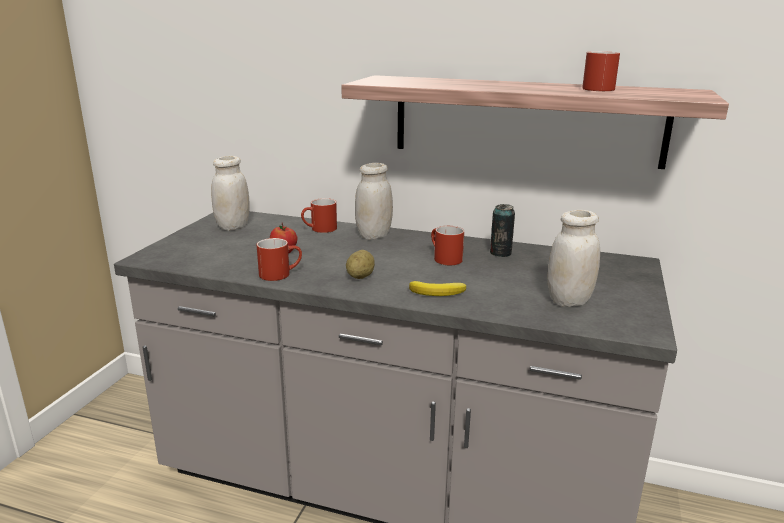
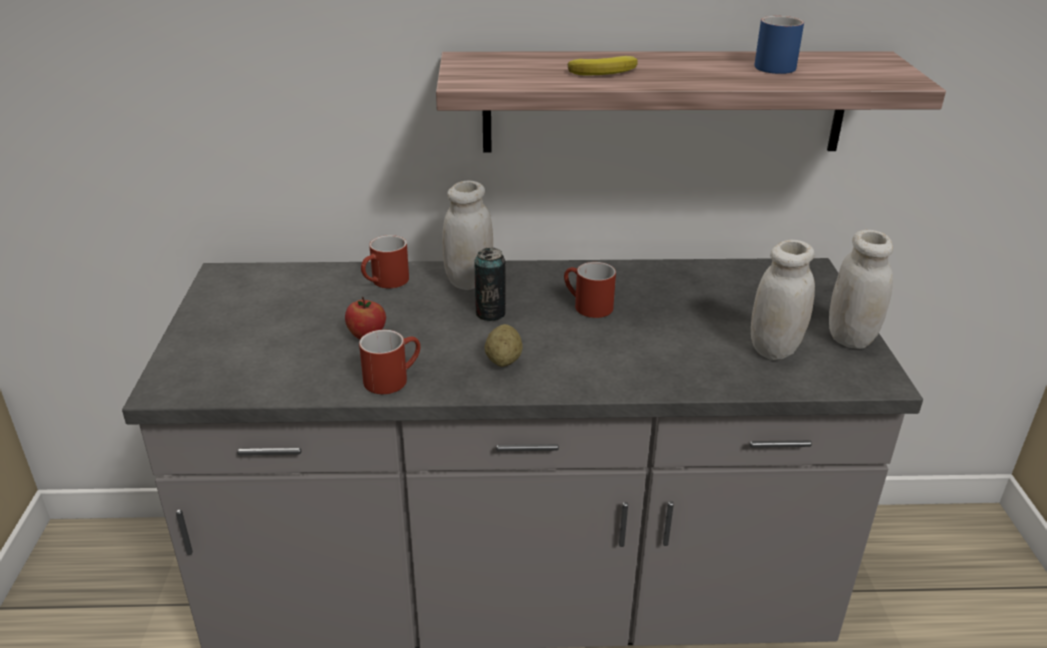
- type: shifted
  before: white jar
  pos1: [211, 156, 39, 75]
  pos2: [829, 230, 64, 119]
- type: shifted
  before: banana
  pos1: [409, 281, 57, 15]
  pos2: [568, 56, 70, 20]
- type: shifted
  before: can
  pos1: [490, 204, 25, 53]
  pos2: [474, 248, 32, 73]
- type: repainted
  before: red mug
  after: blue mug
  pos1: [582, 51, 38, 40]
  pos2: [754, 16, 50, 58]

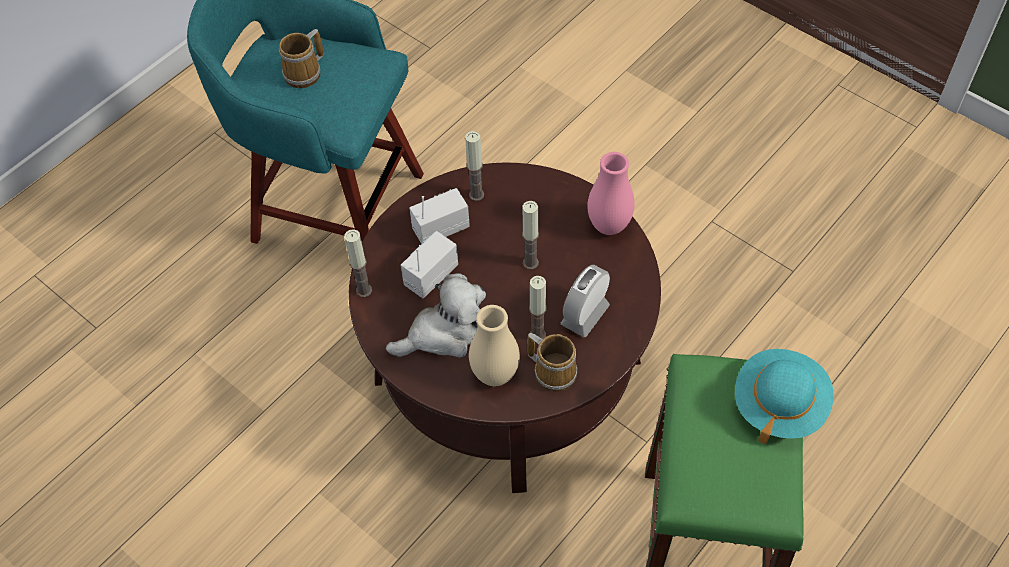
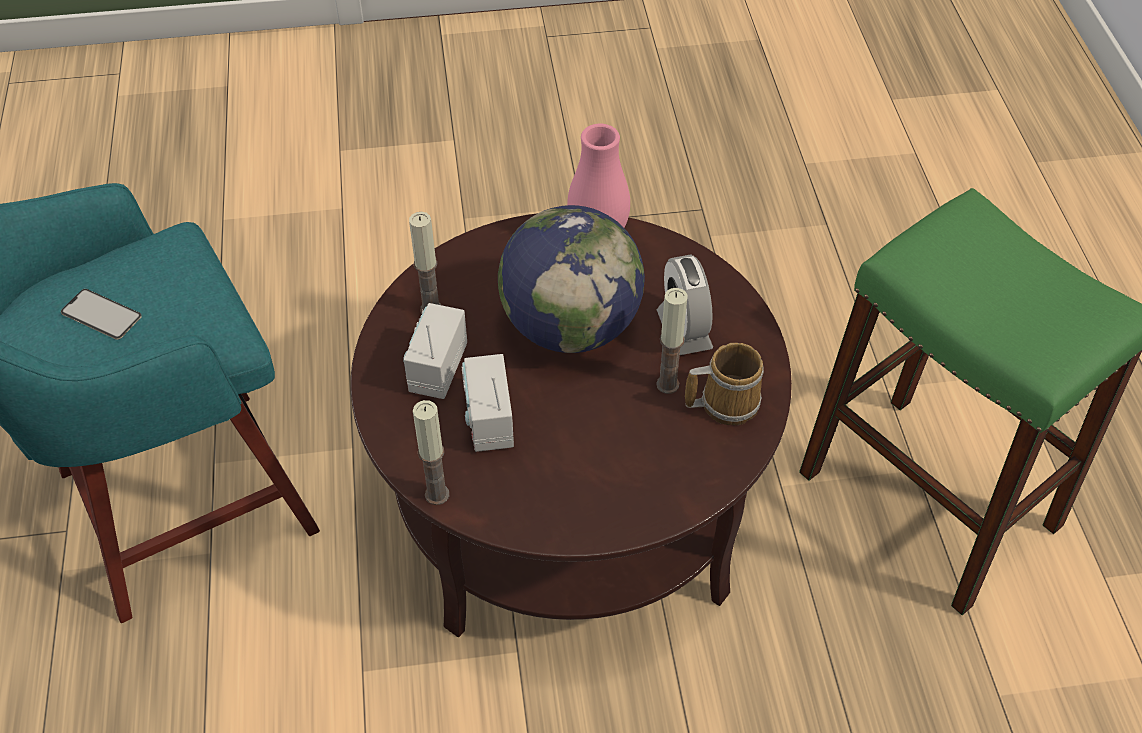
- type: gone
  before: plush toy
  pos1: [386, 273, 100, 85]
- type: gone
  before: beige vase
  pos1: [469, 305, 51, 81]
- type: gone
  before: turquoise hat
  pos1: [735, 349, 99, 95]
- type: swapped
  before: mug
  after: phone
  pos1: [279, 29, 44, 59]
  pos2: [61, 289, 81, 51]
- type: swapped
  before: candle
  after: globe
  pos1: [522, 201, 17, 68]
  pos2: [498, 205, 147, 148]

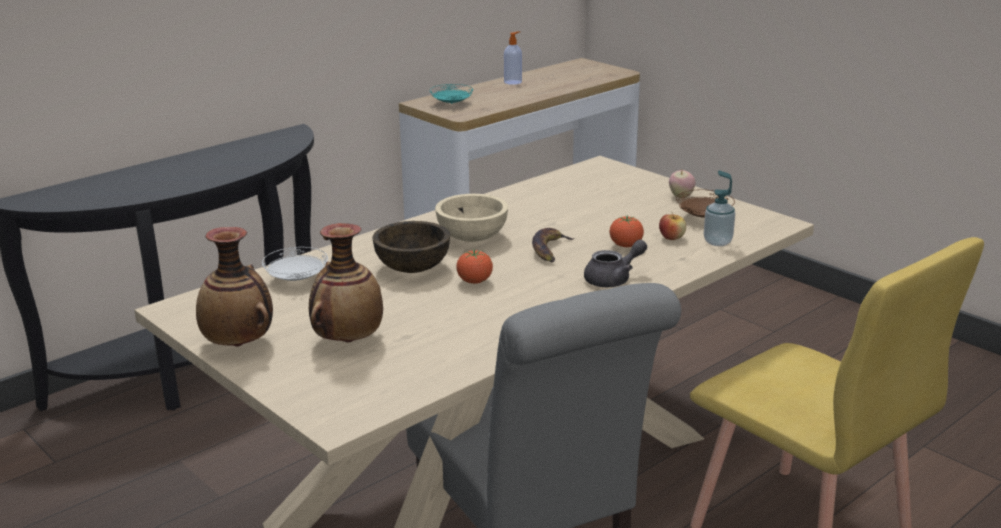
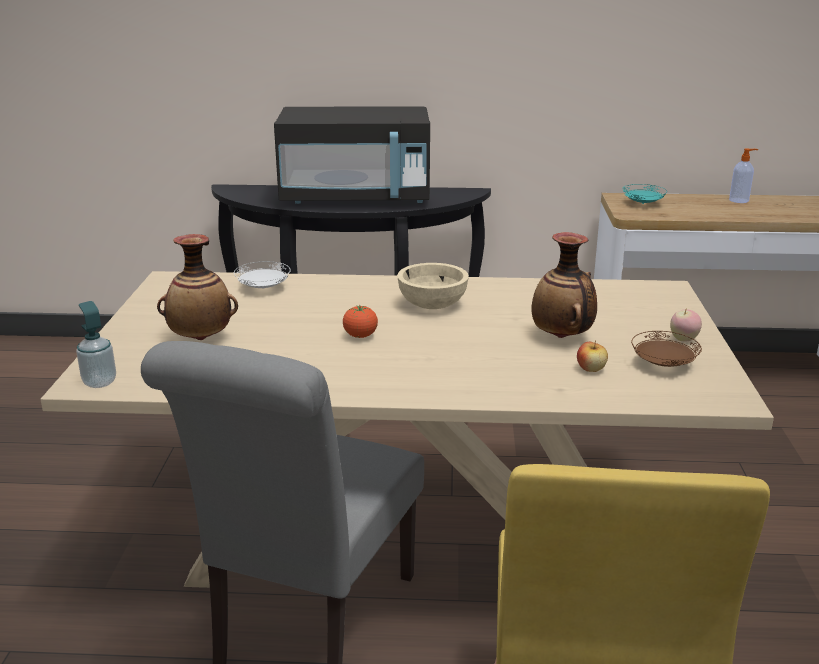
- type: gone
  before: brown bowl
  pos1: [372, 221, 78, 52]
- type: gone
  before: banana
  pos1: [532, 228, 42, 34]
- type: gone
  before: grey teapot
  pos1: [584, 239, 63, 48]
- type: gone
  before: tomato
  pos1: [610, 215, 34, 32]
- type: new
  after: black microwave
  pos2: [274, 106, 156, 98]
- type: shifted
  before: vase
  pos1: [196, 227, 77, 120]
  pos2: [531, 232, 66, 106]
- type: shifted
  before: soap dispenser
  pos1: [704, 171, 31, 75]
  pos2: [76, 301, 40, 87]

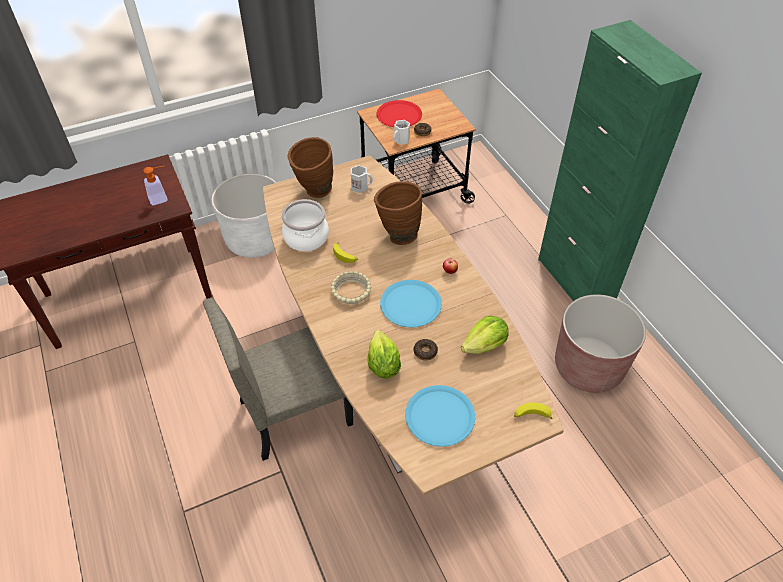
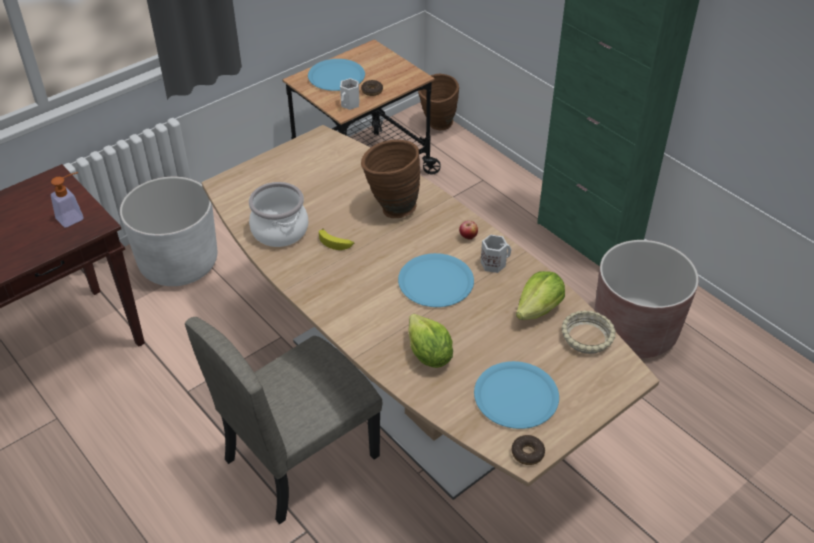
- type: gone
  before: banana
  pos1: [514, 402, 38, 17]
- type: shifted
  before: brown vase
  pos1: [288, 137, 45, 61]
  pos2: [418, 74, 41, 56]
- type: shifted
  before: beige bowl
  pos1: [331, 271, 40, 33]
  pos2: [561, 310, 55, 44]
- type: shifted
  before: white mug
  pos1: [351, 165, 22, 28]
  pos2: [481, 234, 31, 39]
- type: shifted
  before: donut
  pos1: [413, 339, 25, 22]
  pos2: [512, 435, 33, 30]
- type: repainted
  before: red plate
  after: blue plate
  pos1: [376, 100, 46, 27]
  pos2: [308, 59, 57, 32]

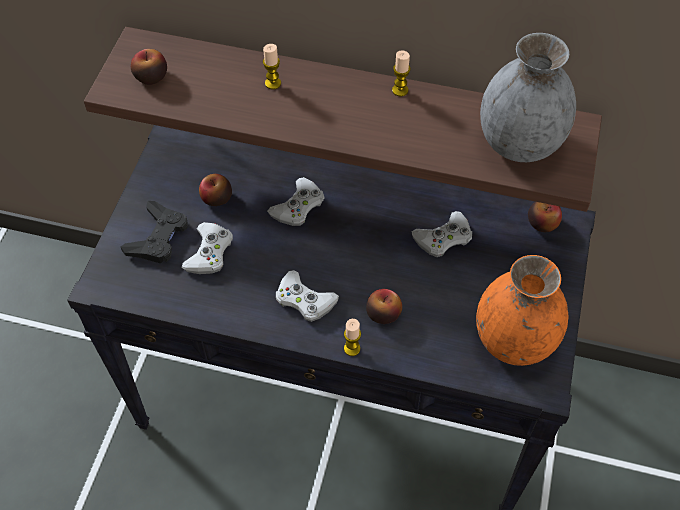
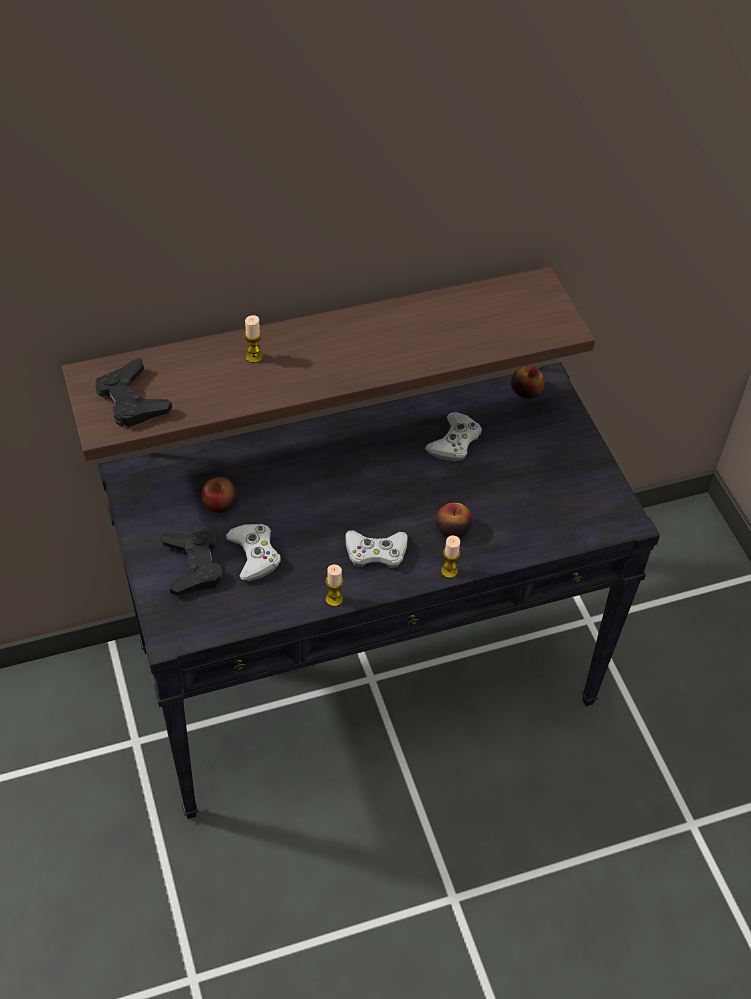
- type: gone
  before: white game controller
  pos1: [267, 177, 58, 49]
- type: gone
  before: orange vase
  pos1: [476, 255, 92, 111]
- type: gone
  before: grey vase
  pos1: [480, 33, 96, 129]
- type: shifted
  before: candle
  pos1: [392, 50, 19, 47]
  pos2: [326, 565, 18, 42]
- type: swapped
  before: apple
  after: black game controller
  pos1: [131, 49, 36, 36]
  pos2: [95, 358, 77, 69]

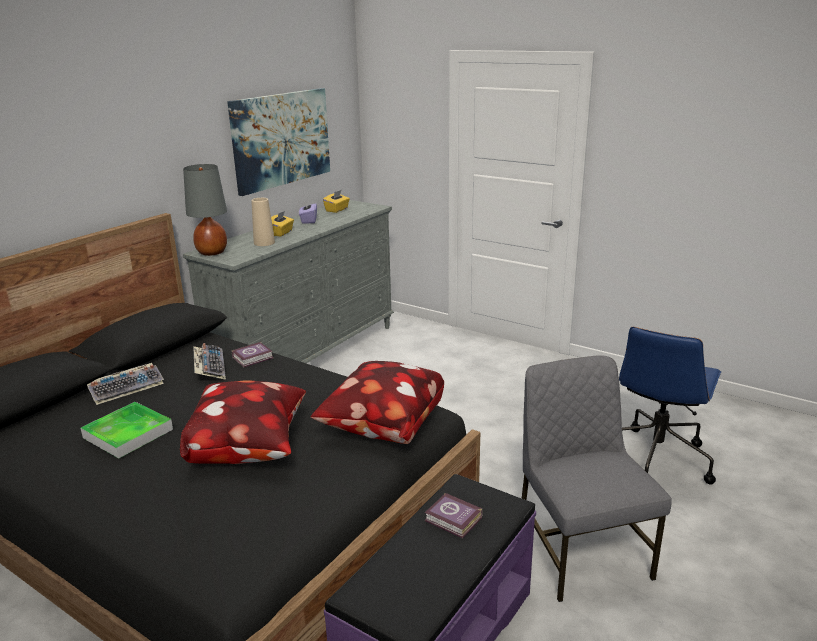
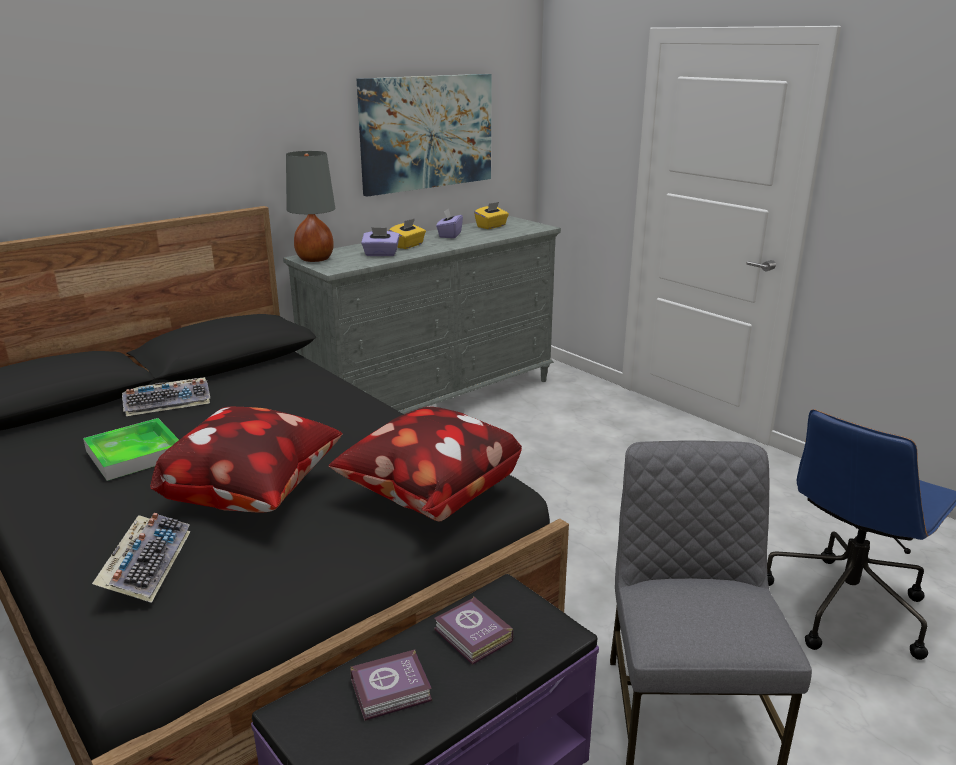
- type: shifted
  before: keyboard
  pos1: [193, 343, 33, 37]
  pos2: [92, 513, 99, 90]
- type: shifted
  before: book
  pos1: [232, 342, 42, 25]
  pos2: [350, 649, 82, 72]
- type: swapped
  before: beige vase
  after: purple tissue box
  pos1: [251, 198, 24, 48]
  pos2: [361, 227, 39, 29]

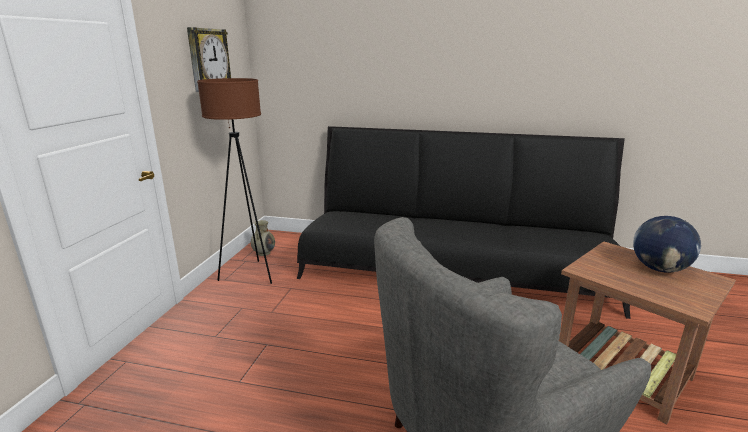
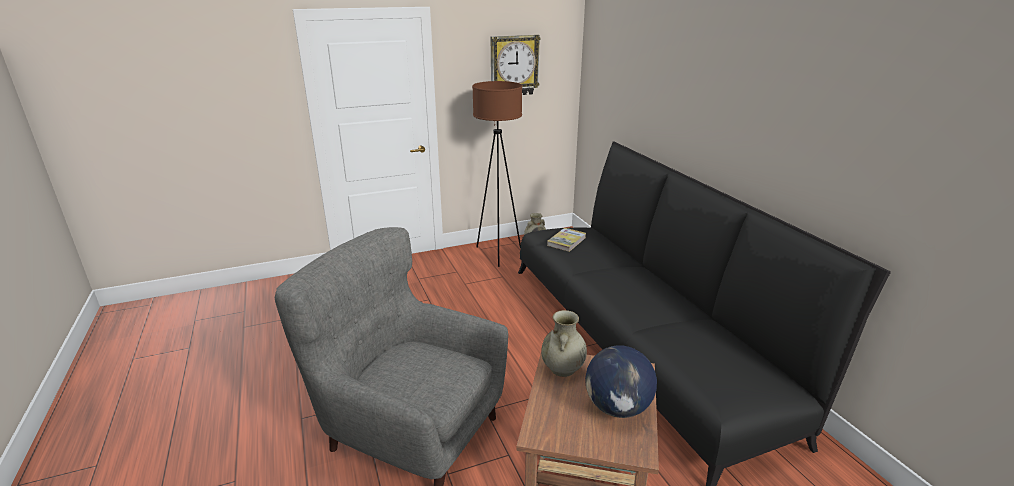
- type: new
  after: beige vase
  pos2: [541, 310, 46, 67]
- type: new
  after: book
  pos2: [547, 228, 39, 24]

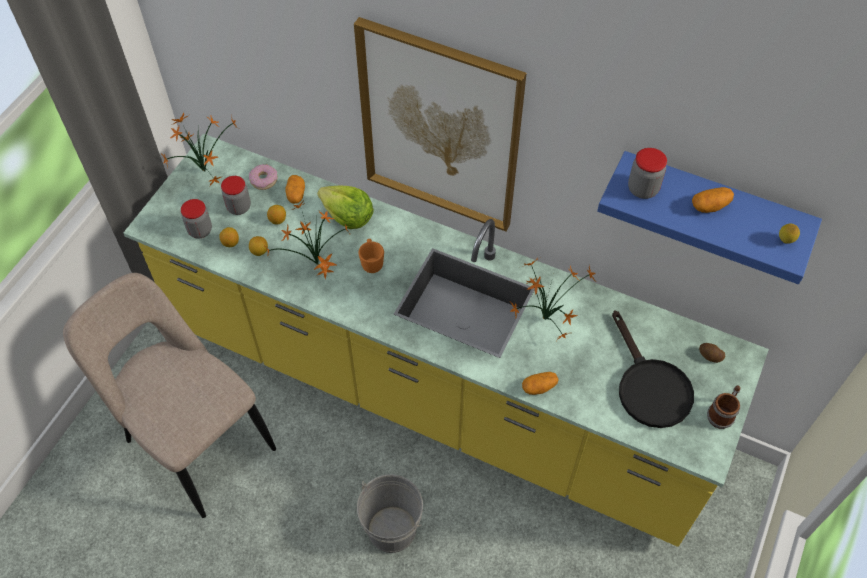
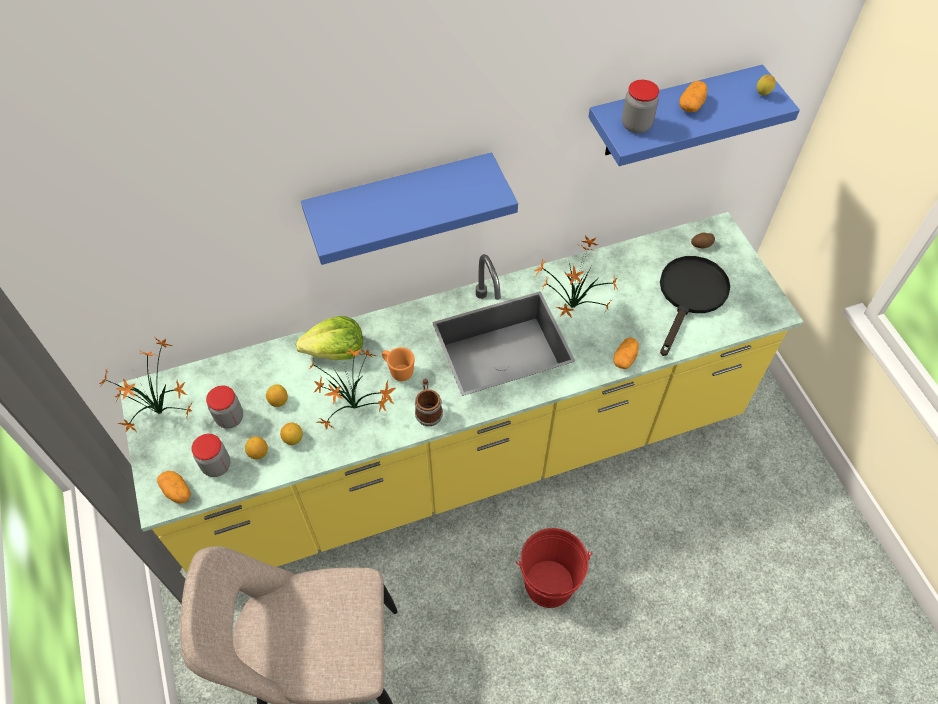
- type: gone
  before: donut
  pos1: [249, 164, 29, 26]
- type: shifted
  before: potato
  pos1: [285, 175, 20, 29]
  pos2: [157, 471, 34, 33]
- type: shifted
  before: mug
  pos1: [707, 385, 34, 44]
  pos2: [415, 379, 28, 47]
- type: swapped
  before: picture
  after: blue shelf
  pos1: [354, 17, 173, 215]
  pos2: [301, 152, 217, 113]
- type: repainted
  before: grey bucket
  after: red bucket
  pos1: [357, 474, 66, 79]
  pos2: [516, 528, 76, 80]
- type: rotated
  before: black frying pan
  pos1: [612, 310, 82, 118]
  pos2: [660, 256, 70, 100]
  turn: -90

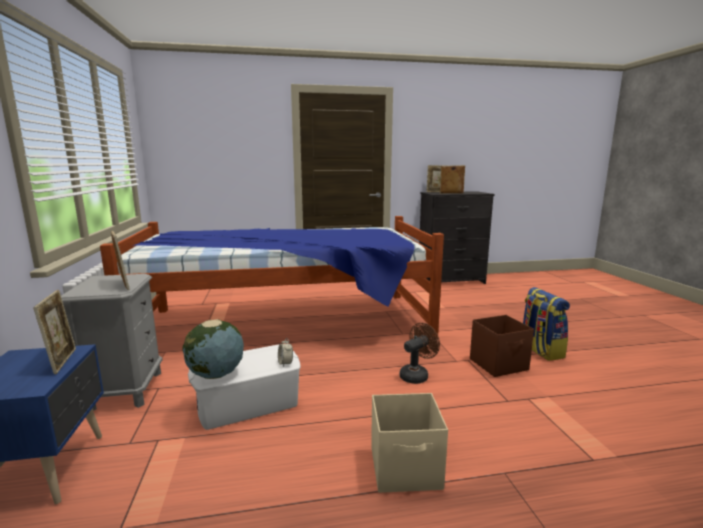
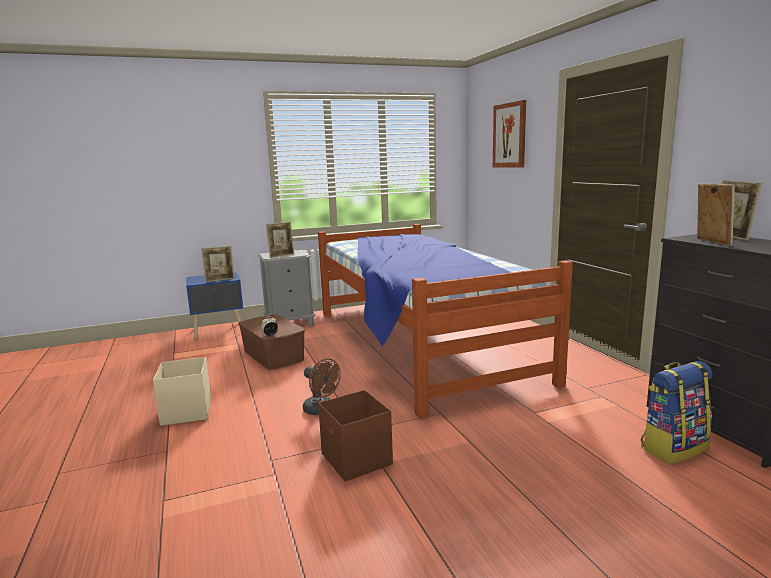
- type: gone
  before: globe
  pos1: [182, 319, 62, 60]
- type: new
  after: picture
  pos2: [493, 100, 33, 68]
- type: shifted
  before: backpack
  pos1: [523, 287, 47, 74]
  pos2: [641, 361, 72, 103]
- type: repainted
  before: white storage box
  after: brown storage box
  pos1: [188, 344, 112, 86]
  pos2: [238, 315, 67, 55]

